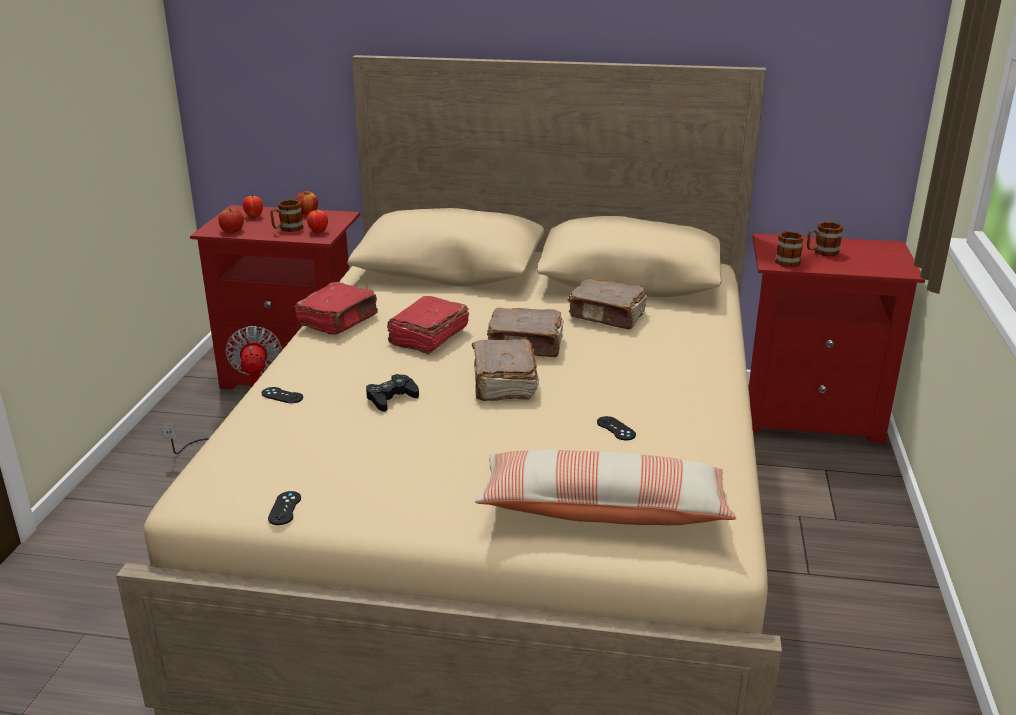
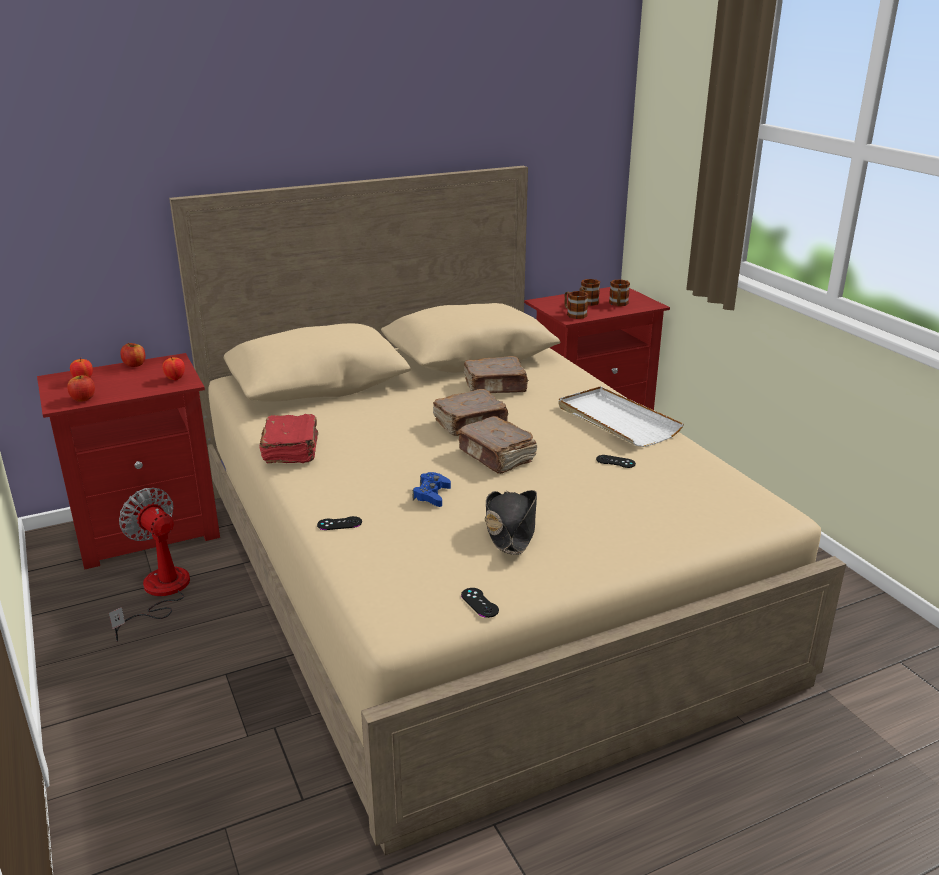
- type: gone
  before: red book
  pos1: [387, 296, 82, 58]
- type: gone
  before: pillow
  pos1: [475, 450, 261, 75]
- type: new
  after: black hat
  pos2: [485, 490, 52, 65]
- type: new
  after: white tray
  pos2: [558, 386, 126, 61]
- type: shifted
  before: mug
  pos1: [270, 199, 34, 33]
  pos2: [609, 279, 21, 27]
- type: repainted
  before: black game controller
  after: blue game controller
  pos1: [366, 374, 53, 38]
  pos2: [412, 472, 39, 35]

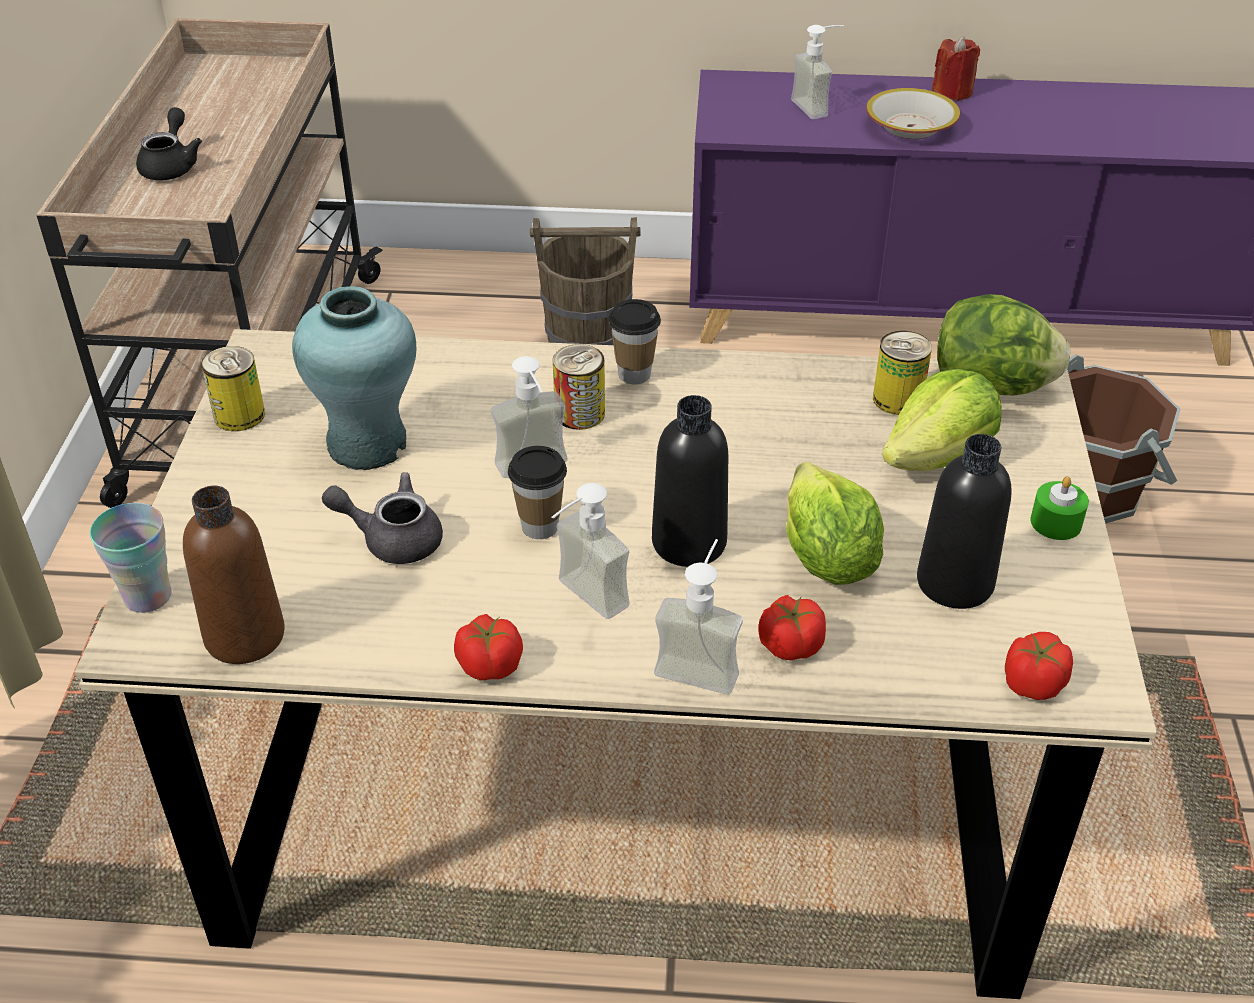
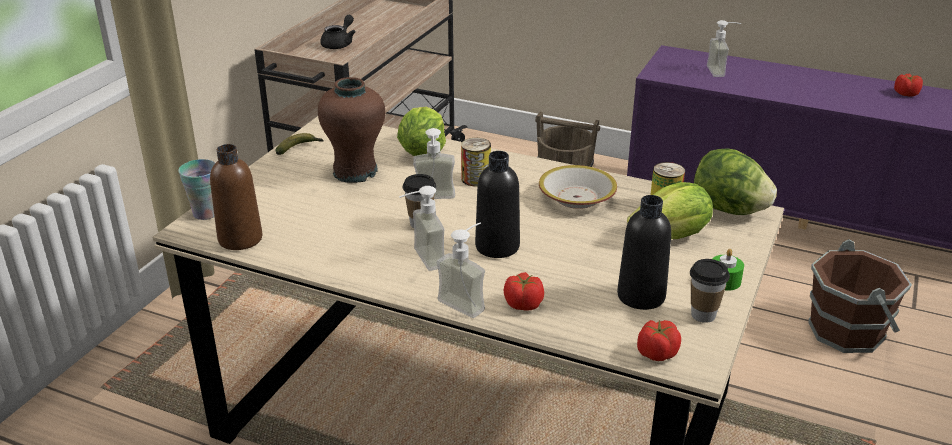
- type: gone
  before: grey teapot
  pos1: [322, 472, 121, 92]
- type: gone
  before: red candle
  pos1: [932, 37, 48, 64]
- type: shifted
  before: tomato
  pos1: [454, 614, 69, 67]
  pos2: [894, 74, 29, 23]
- type: shifted
  before: cup
  pos1: [608, 299, 53, 85]
  pos2: [690, 259, 40, 64]
- type: shifted
  before: lettuce
  pos1: [786, 462, 98, 123]
  pos2: [397, 107, 49, 49]
- type: shifted
  before: bowl
  pos1: [866, 88, 94, 51]
  pos2: [539, 165, 78, 44]
- type: swapped
  before: can
  after: banana
  pos1: [201, 346, 64, 85]
  pos2: [275, 133, 48, 22]
- type: repainted
  before: turquoise vase
  after: brown vase
  pos1: [292, 286, 124, 184]
  pos2: [318, 77, 67, 106]

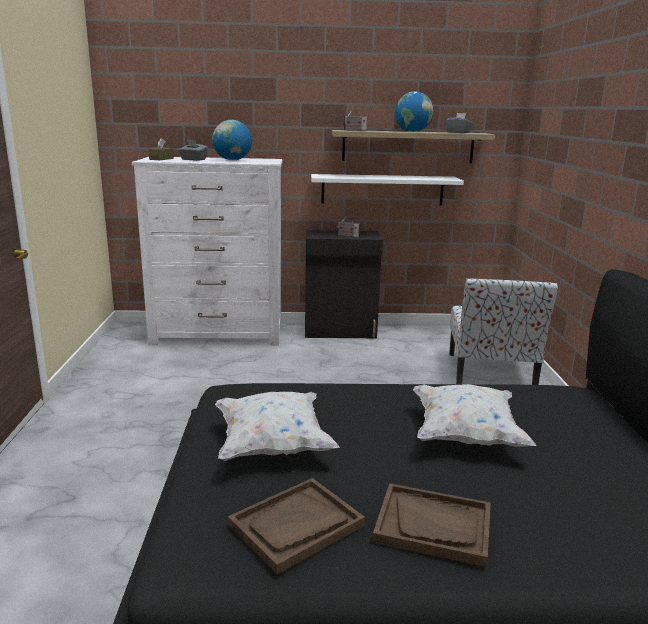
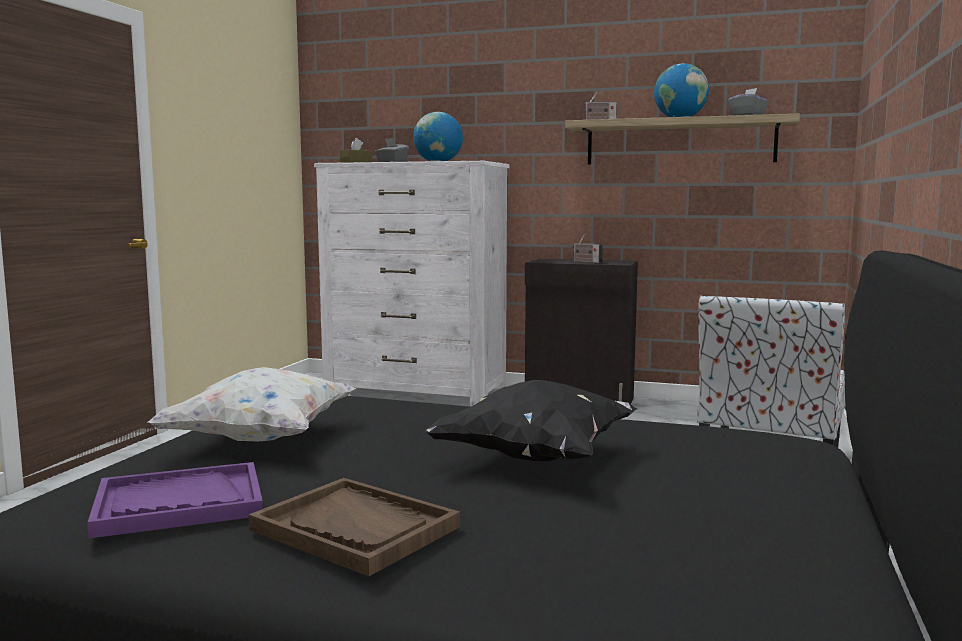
- type: gone
  before: white shelf
  pos1: [311, 174, 153, 31]
- type: repainted
  before: brown tray
  after: purple tray
  pos1: [228, 478, 137, 96]
  pos2: [87, 462, 176, 76]
- type: repainted
  before: white pillow
  after: black pillow
  pos1: [413, 384, 123, 63]
  pos2: [425, 380, 212, 81]

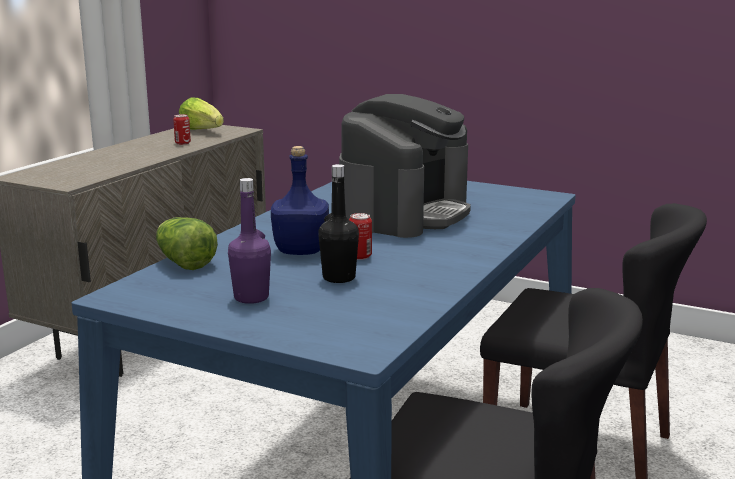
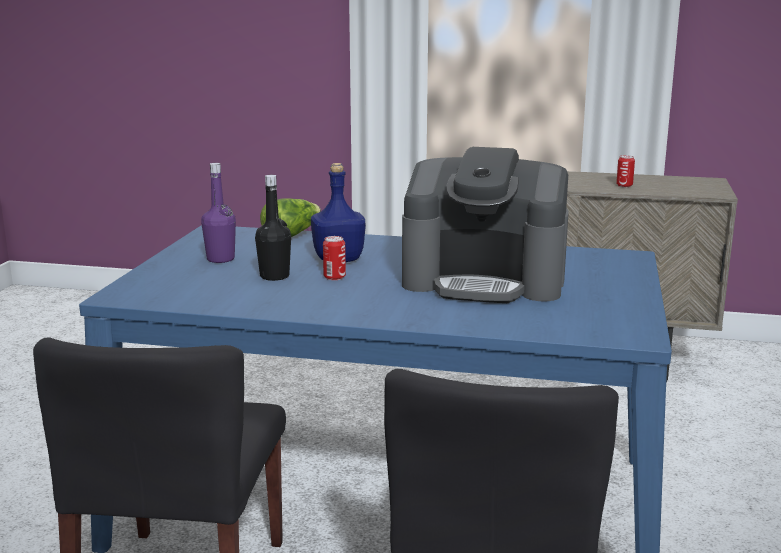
- type: gone
  before: lettuce
  pos1: [179, 97, 45, 33]

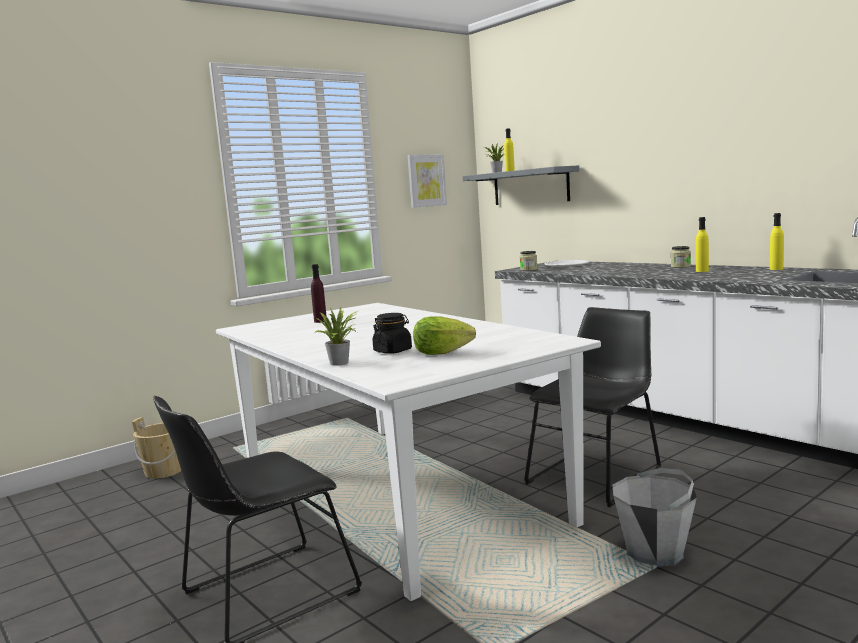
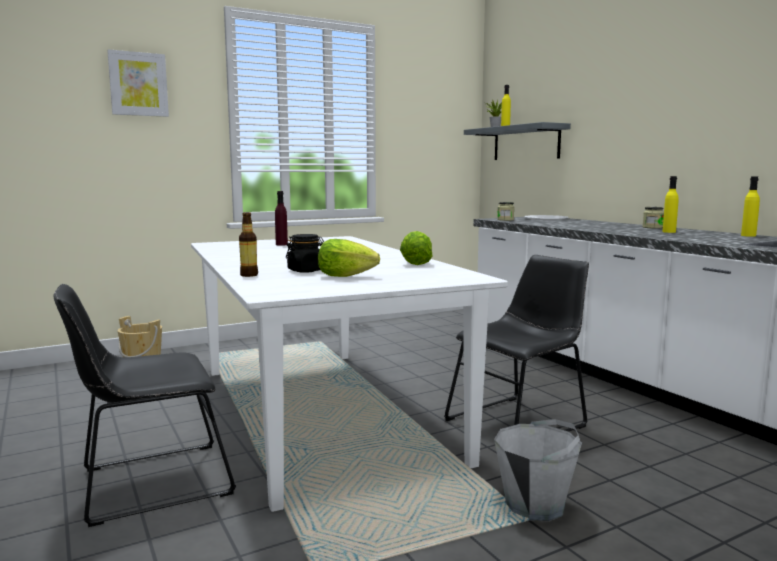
- type: new
  after: lettuce
  pos2: [400, 231, 33, 34]
- type: shifted
  before: picture
  pos1: [407, 154, 40, 54]
  pos2: [107, 49, 62, 68]
- type: swapped
  before: potted plant
  after: bottle
  pos1: [315, 307, 43, 59]
  pos2: [239, 212, 19, 65]

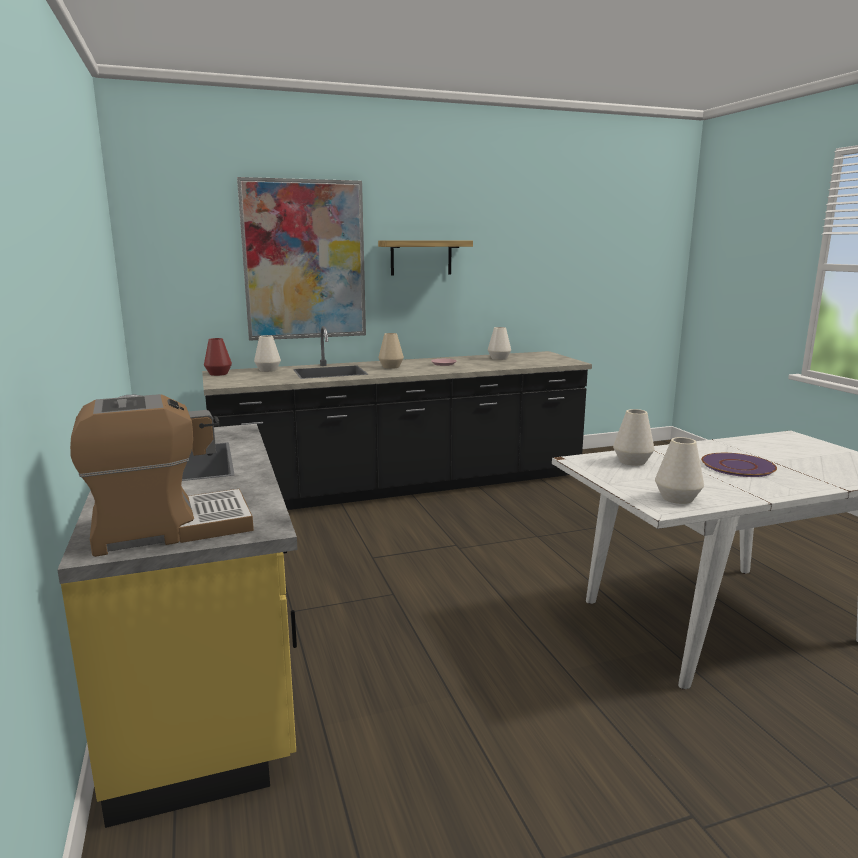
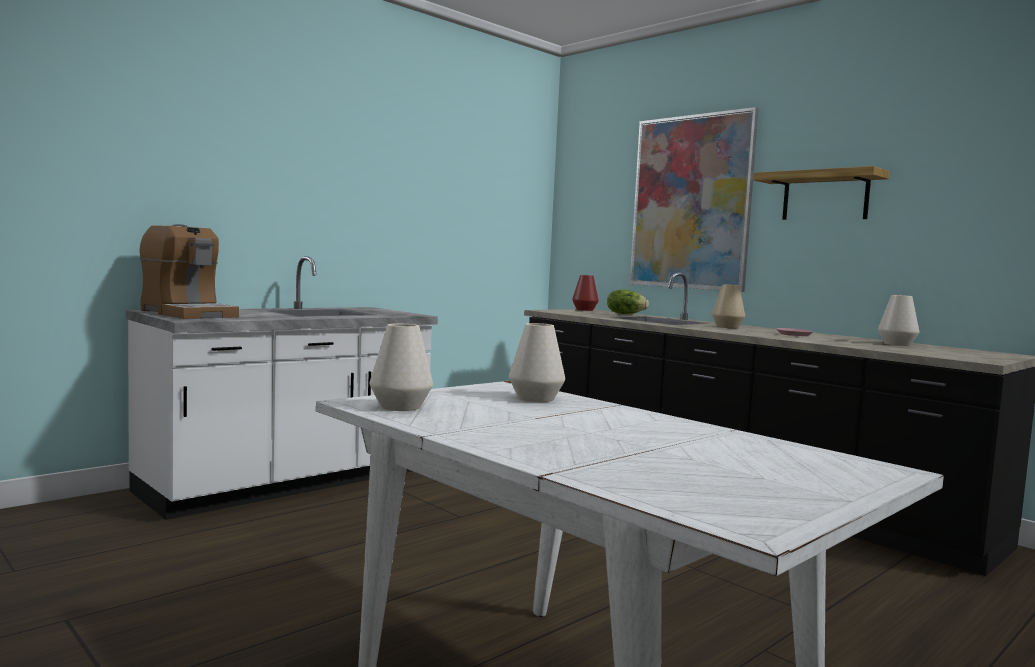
- type: gone
  before: purple plate
  pos1: [701, 453, 76, 24]
- type: swapped
  before: white vase
  after: lettuce
  pos1: [254, 335, 27, 37]
  pos2: [607, 290, 42, 24]
- type: repainted
  before: yellow counter
  after: white counter
  pos1: [57, 395, 241, 433]
  pos2: [126, 256, 312, 264]

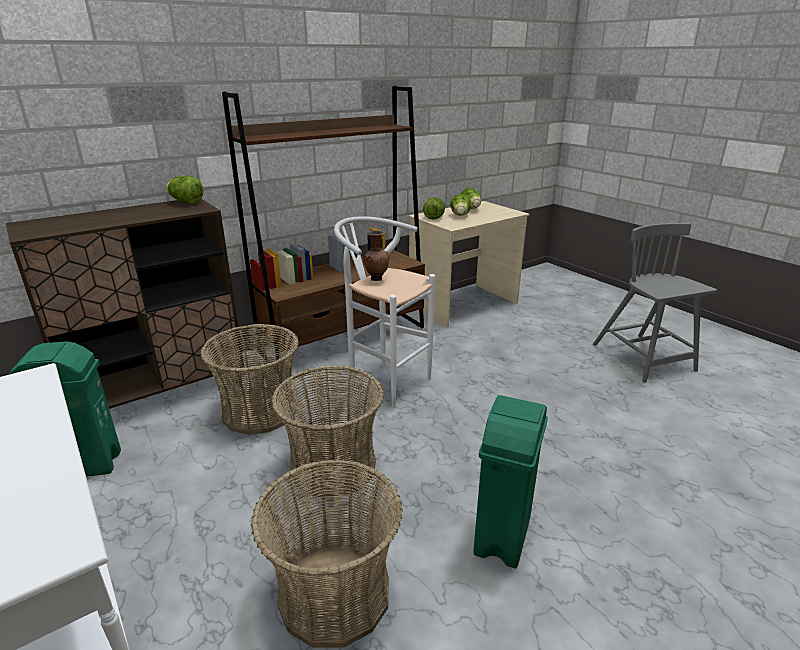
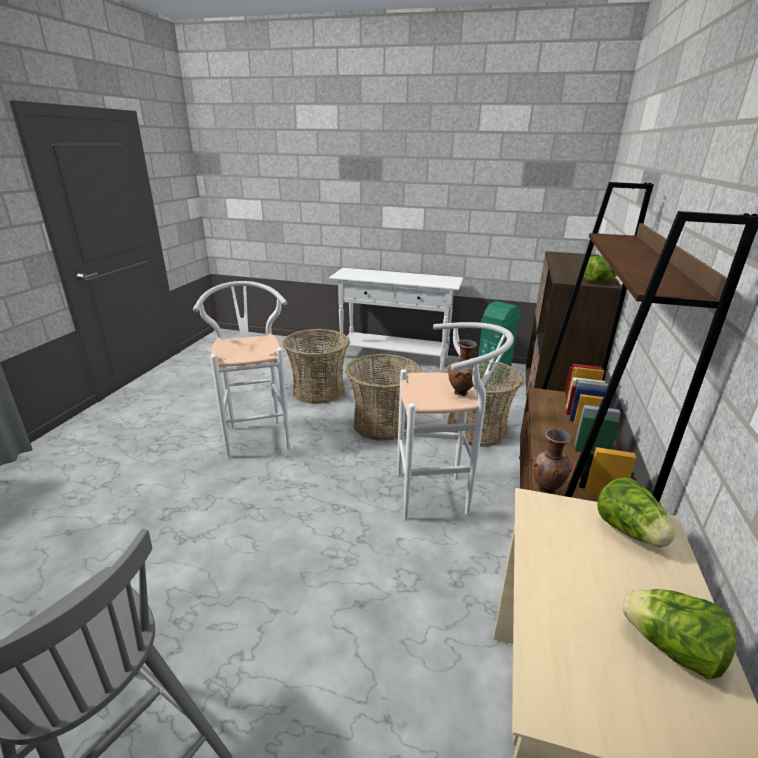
- type: gone
  before: lettuce
  pos1: [450, 194, 21, 22]
- type: new
  after: brown vase
  pos2: [532, 429, 40, 65]
- type: swapped
  before: green trash can
  after: white stool
  pos1: [473, 395, 75, 173]
  pos2: [193, 281, 96, 177]

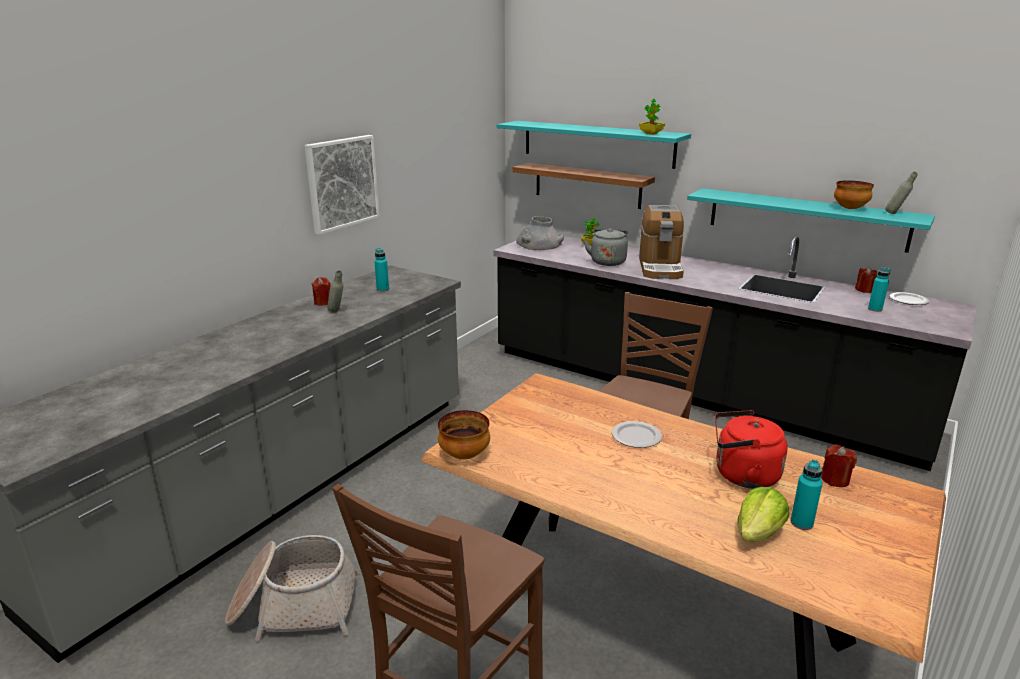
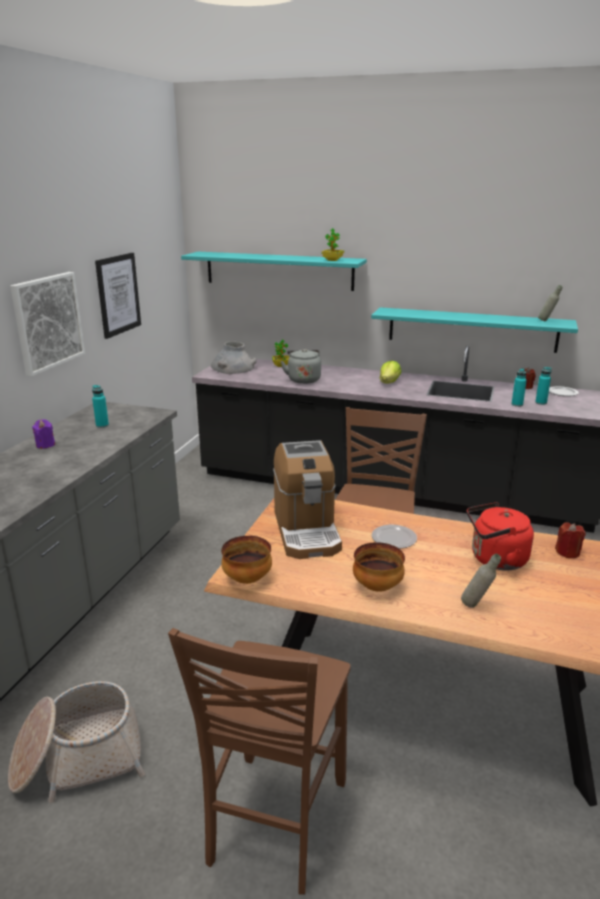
- type: gone
  before: shelf
  pos1: [512, 163, 143, 46]
- type: new
  after: picture
  pos2: [95, 253, 46, 86]
- type: shifted
  before: grey bottle
  pos1: [327, 270, 17, 42]
  pos2: [461, 554, 40, 54]
- type: shifted
  before: coffee machine
  pos1: [639, 205, 45, 74]
  pos2: [273, 440, 69, 119]
- type: shifted
  before: lettuce
  pos1: [737, 487, 52, 55]
  pos2: [380, 361, 21, 23]
- type: shifted
  before: turquoise bottle
  pos1: [790, 460, 33, 70]
  pos2: [512, 368, 15, 39]
- type: shifted
  before: bowl
  pos1: [834, 180, 40, 29]
  pos2: [353, 542, 52, 50]
- type: repainted
  before: red candle
  after: purple candle
  pos1: [311, 277, 20, 29]
  pos2: [32, 419, 23, 30]

